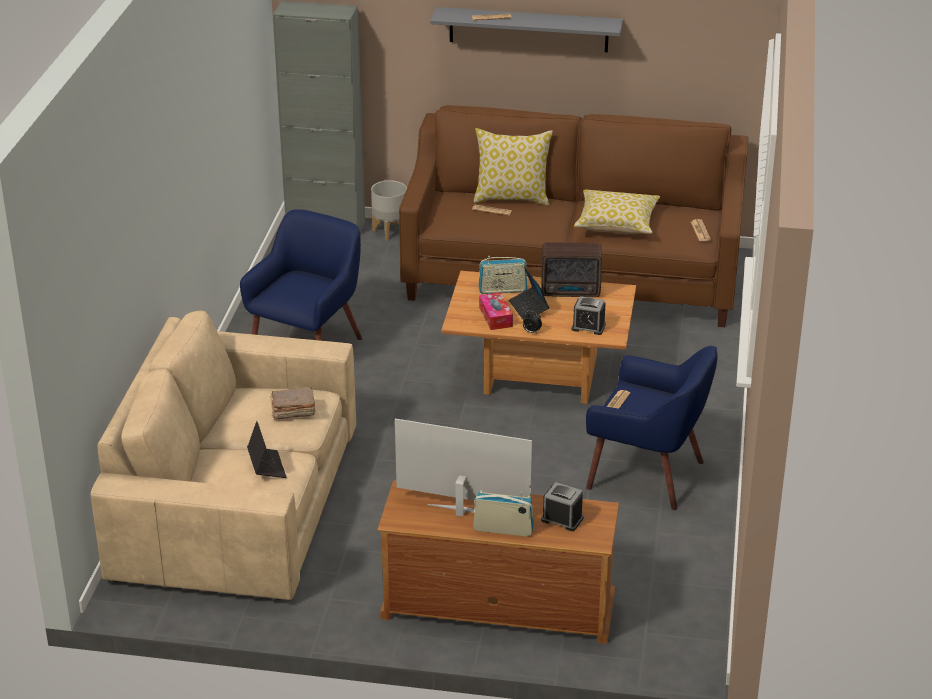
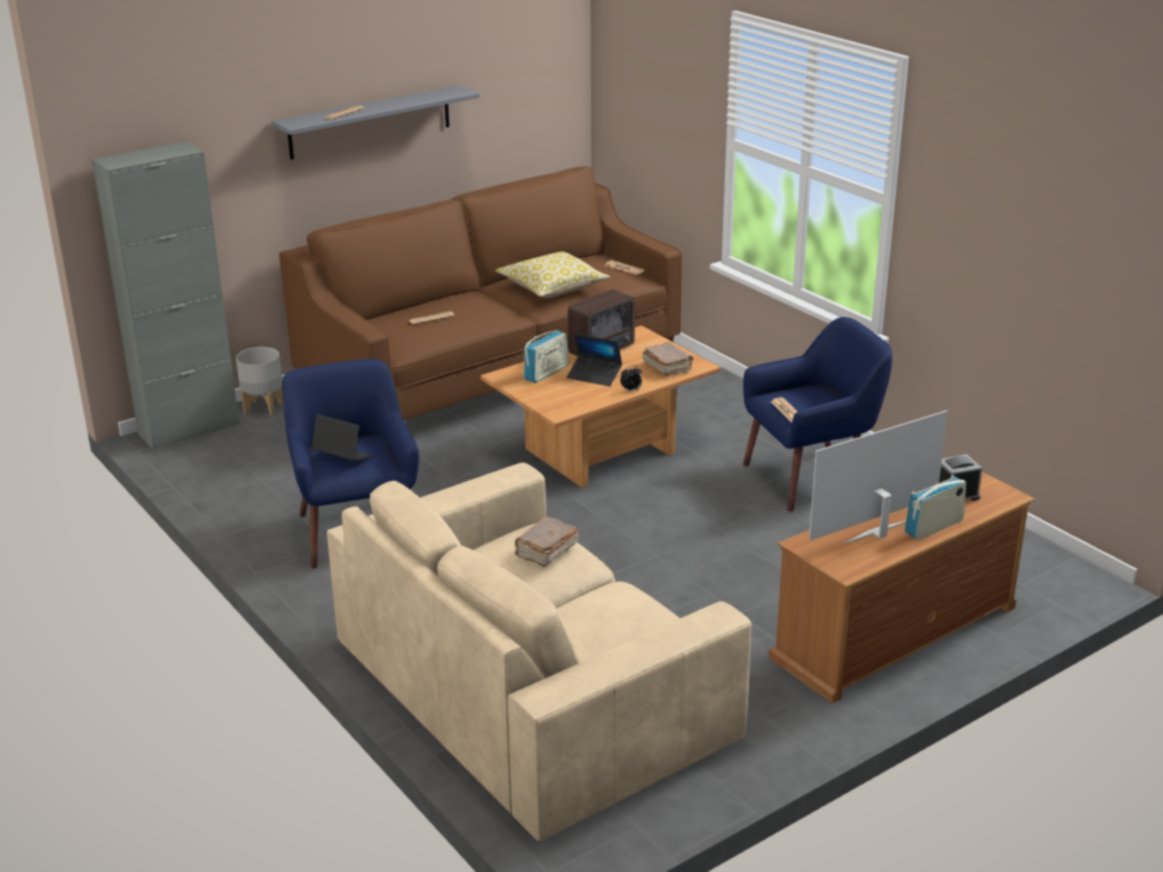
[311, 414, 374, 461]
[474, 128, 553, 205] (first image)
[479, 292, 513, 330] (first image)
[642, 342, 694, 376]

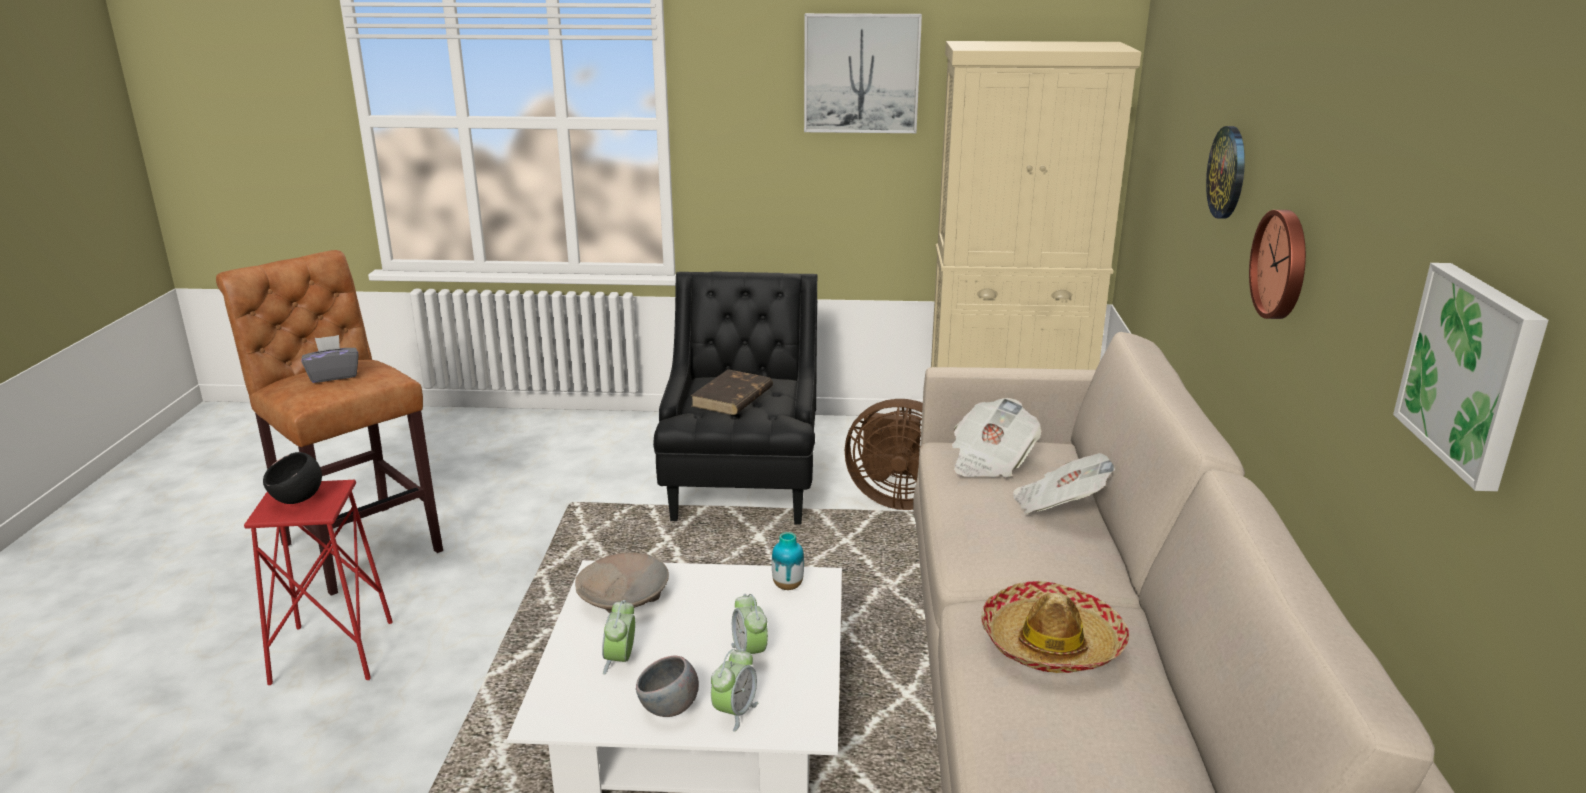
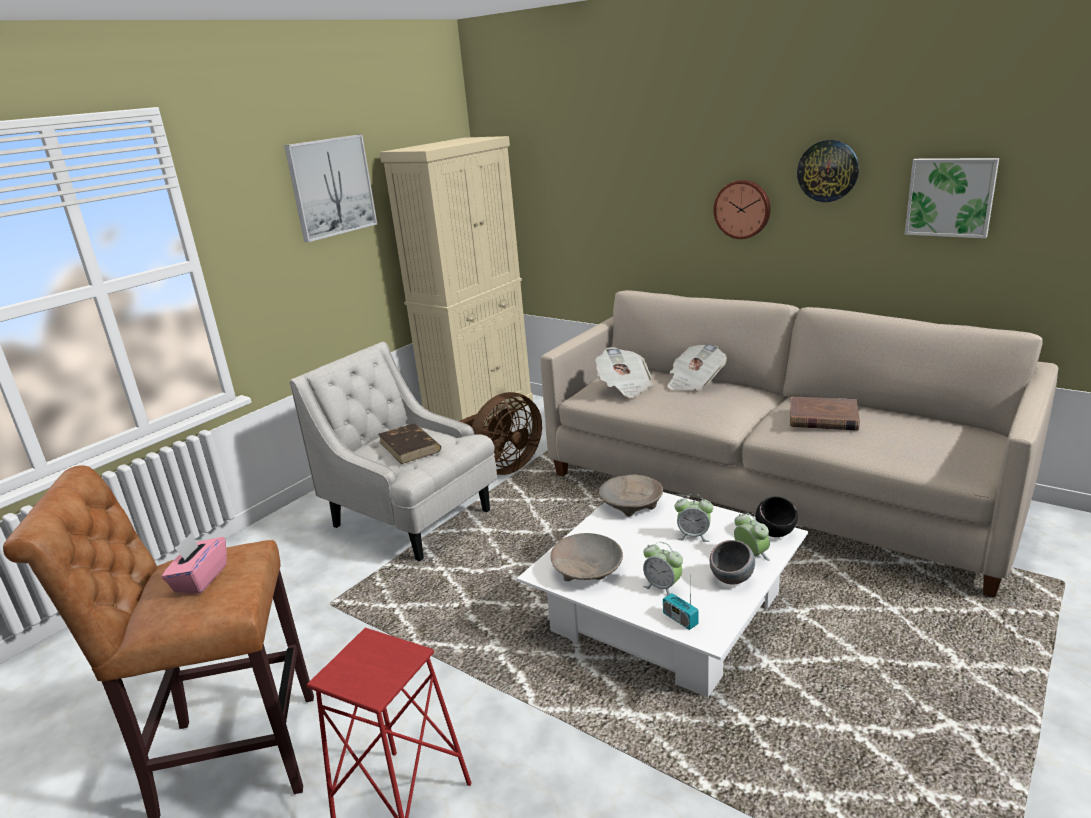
[755, 496, 798, 537]
[161, 533, 227, 594]
[290, 342, 497, 561]
[599, 474, 663, 516]
[790, 397, 860, 431]
[797, 140, 859, 202]
[663, 575, 698, 630]

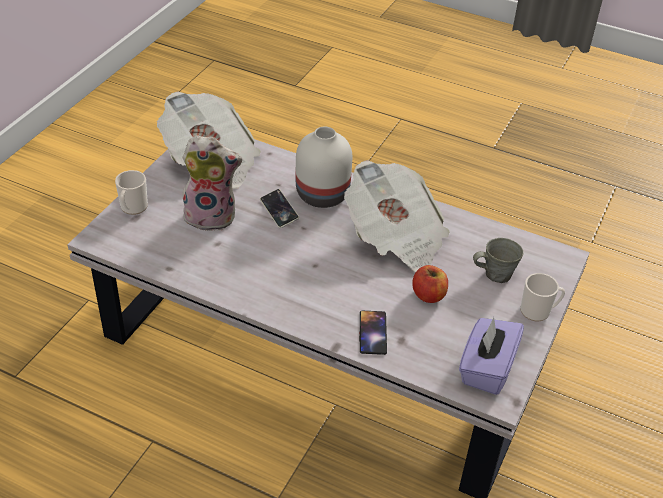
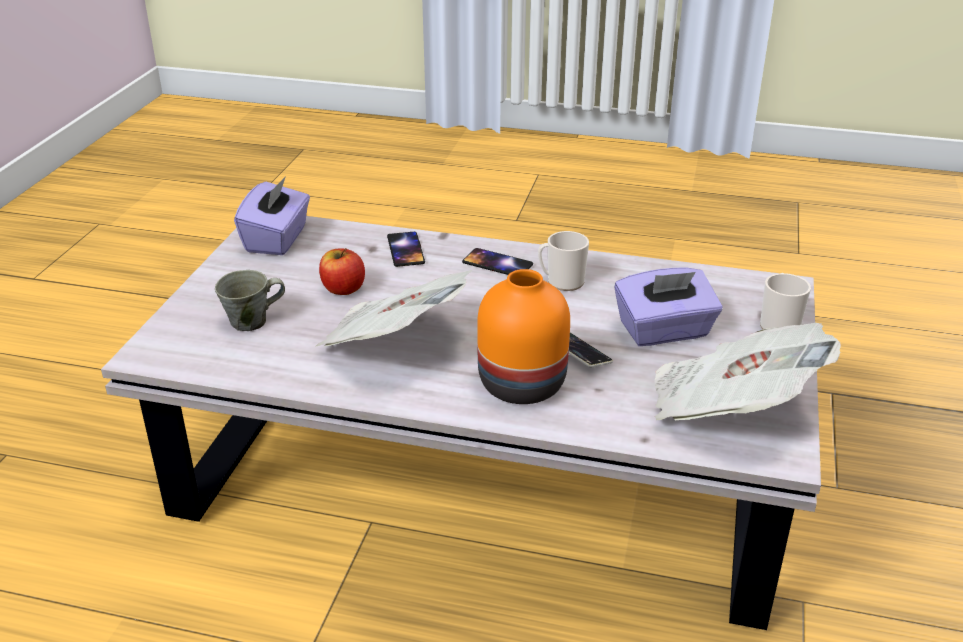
[614, 267, 722, 346]
[477, 269, 570, 404]
[538, 231, 589, 291]
[462, 248, 533, 275]

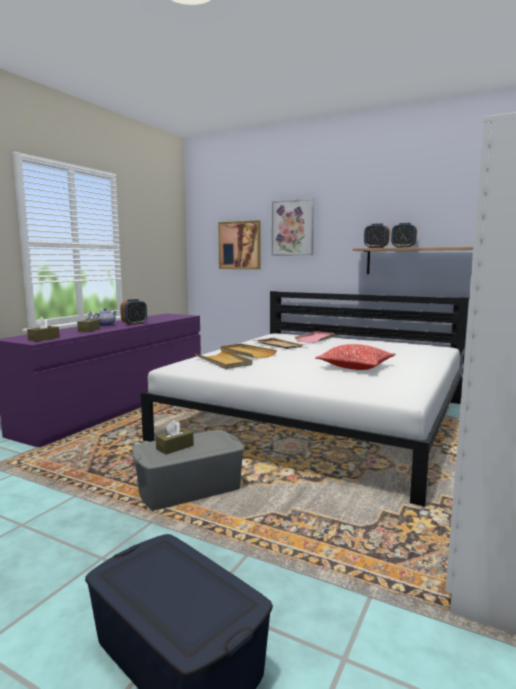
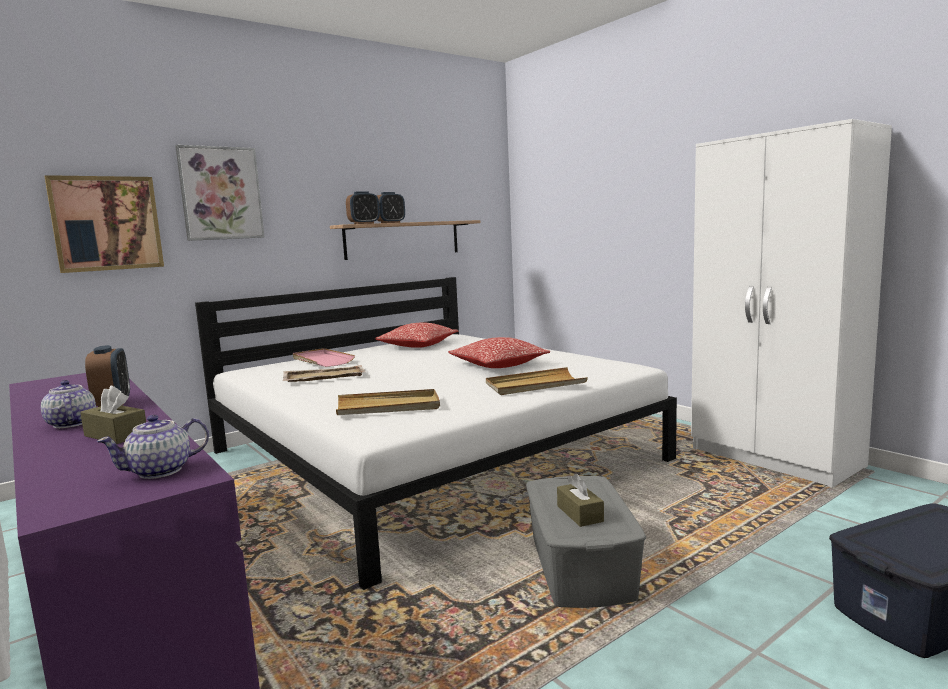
[97, 415, 209, 479]
[486, 367, 588, 395]
[374, 322, 458, 348]

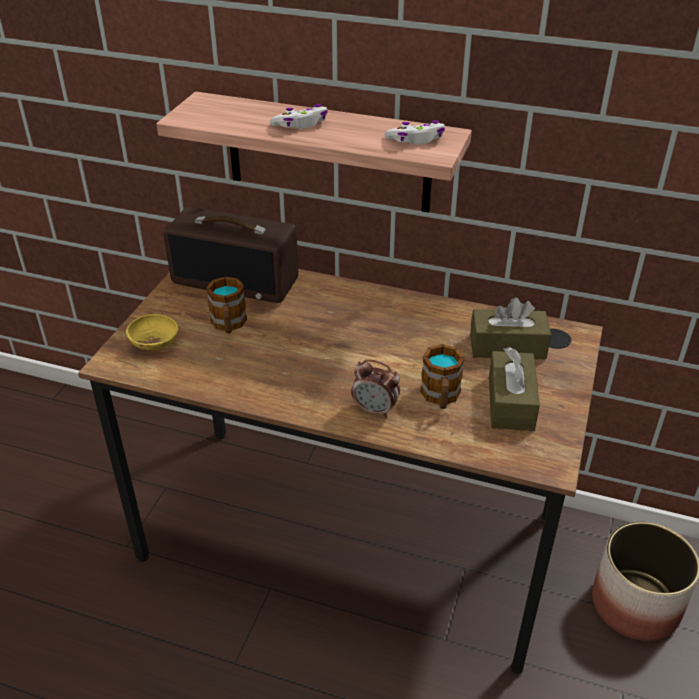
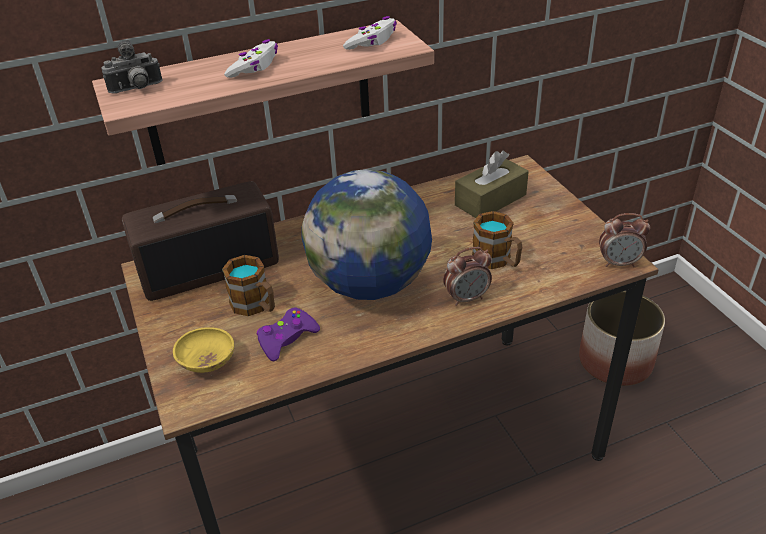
[489, 347, 540, 431] (first image)
[101, 40, 162, 94]
[256, 307, 320, 361]
[302, 169, 432, 300]
[599, 213, 650, 267]

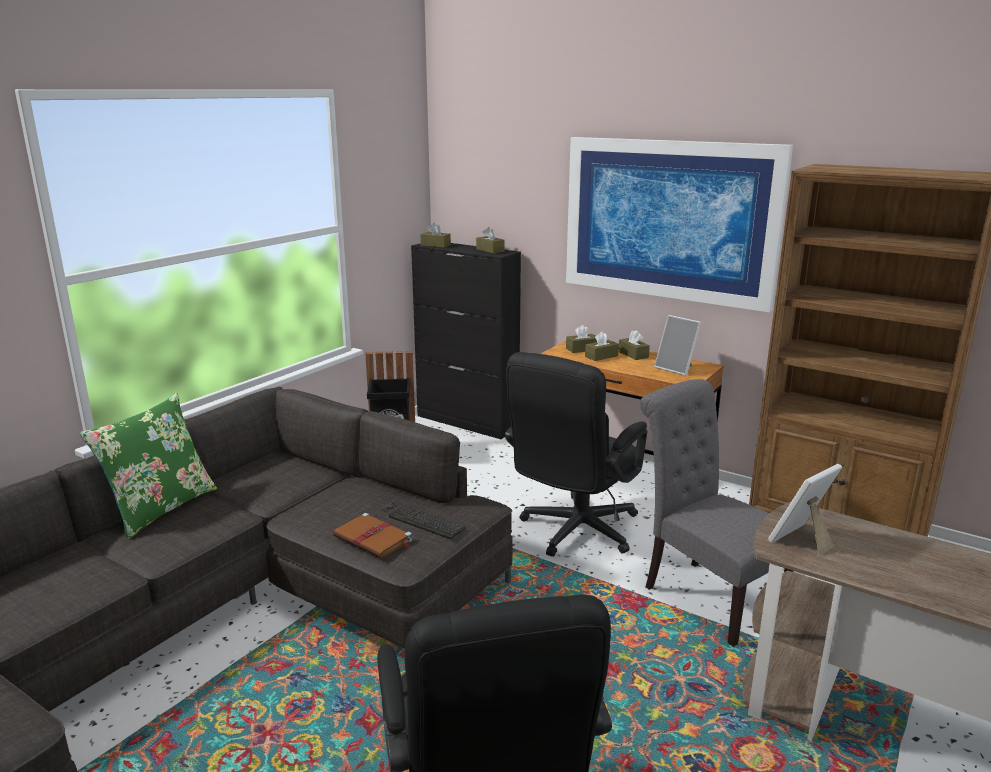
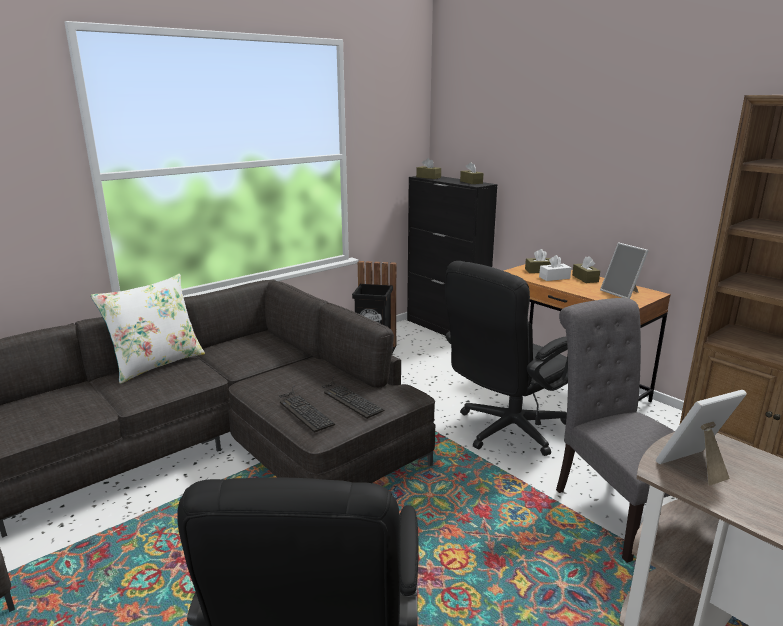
[91, 274, 205, 384]
[279, 385, 335, 433]
[566, 137, 793, 313] (first image)
[539, 255, 572, 281]

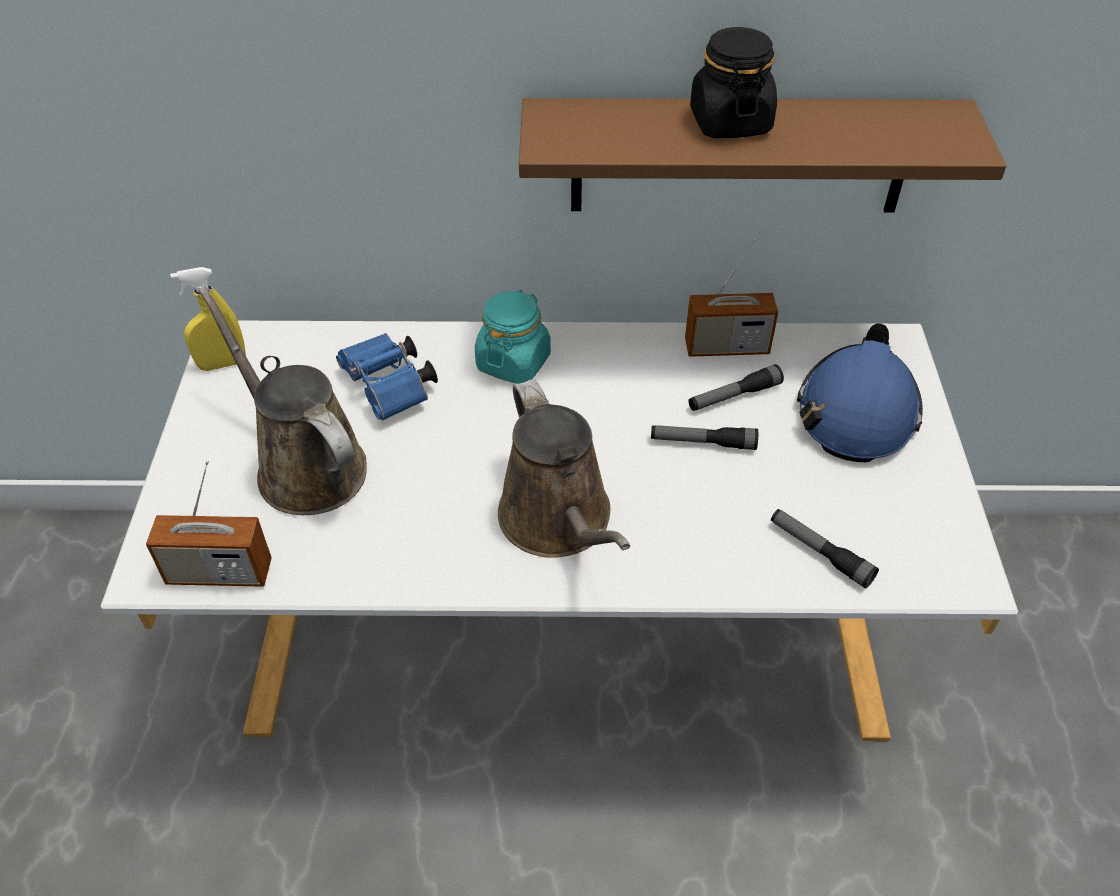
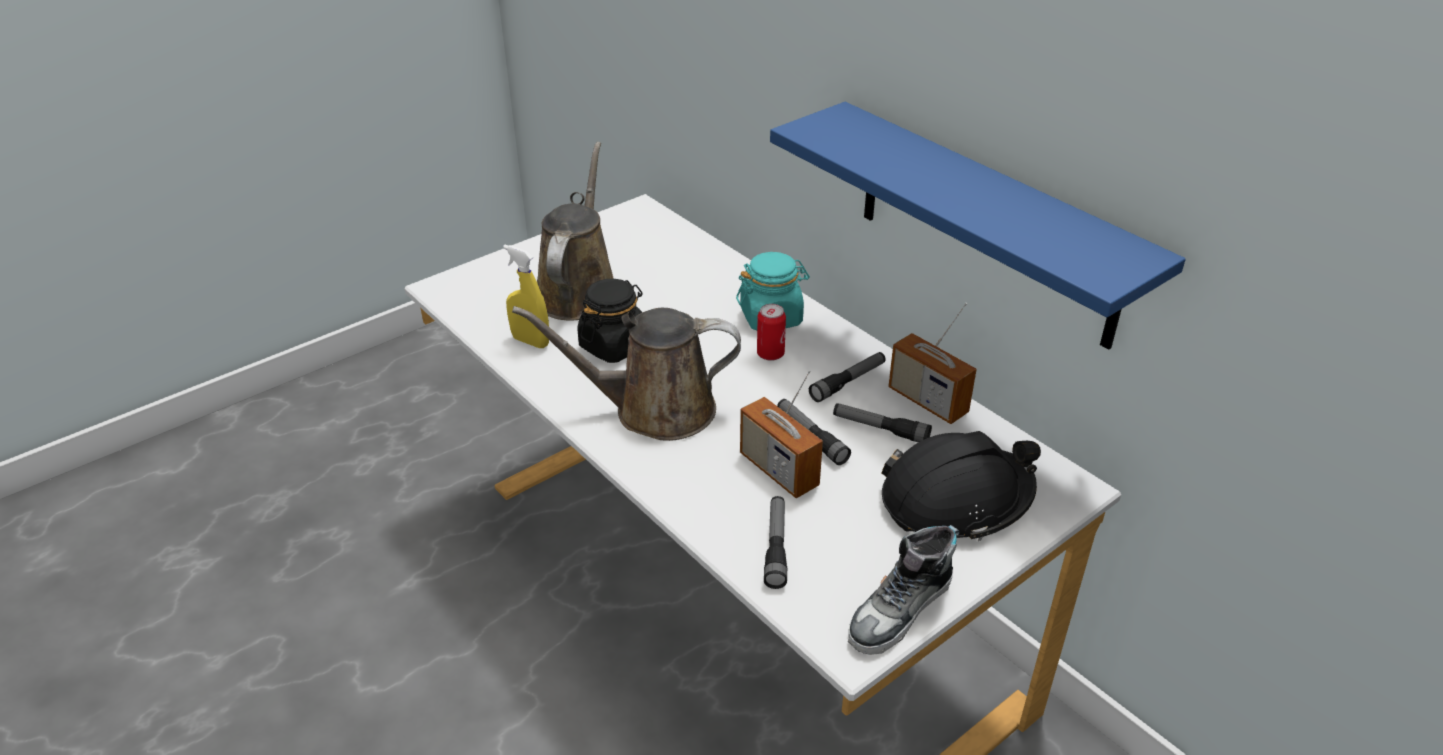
[740, 370, 823, 498]
[503, 245, 549, 348]
[336, 333, 438, 421] (first image)
[512, 306, 741, 441]
[770, 102, 1186, 350]
[577, 279, 642, 363]
[882, 431, 1041, 541]
[757, 304, 786, 361]
[809, 352, 886, 402]
[848, 525, 959, 655]

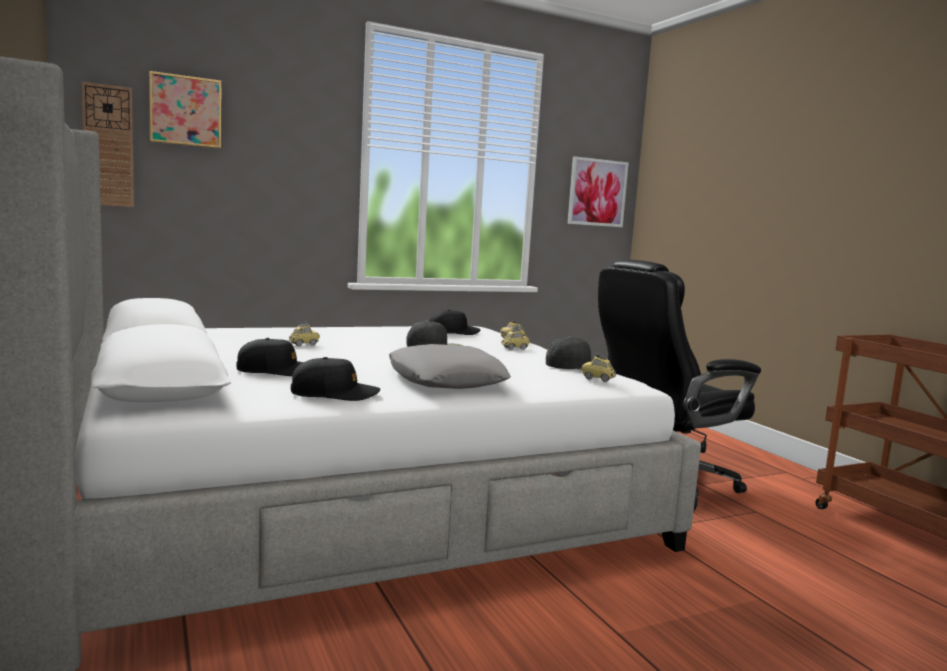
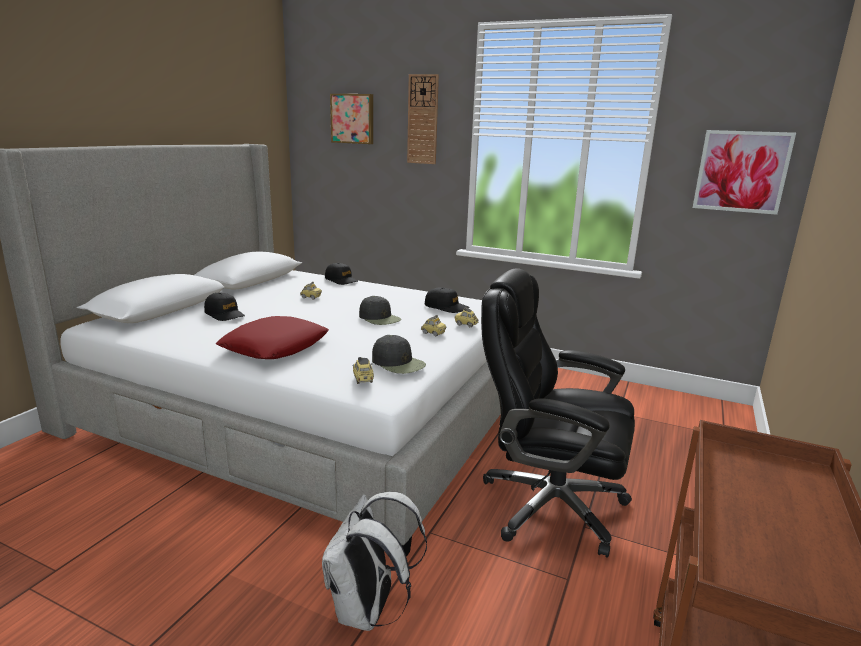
[407, 74, 439, 164]
[325, 263, 358, 285]
[215, 316, 329, 359]
[322, 492, 427, 631]

